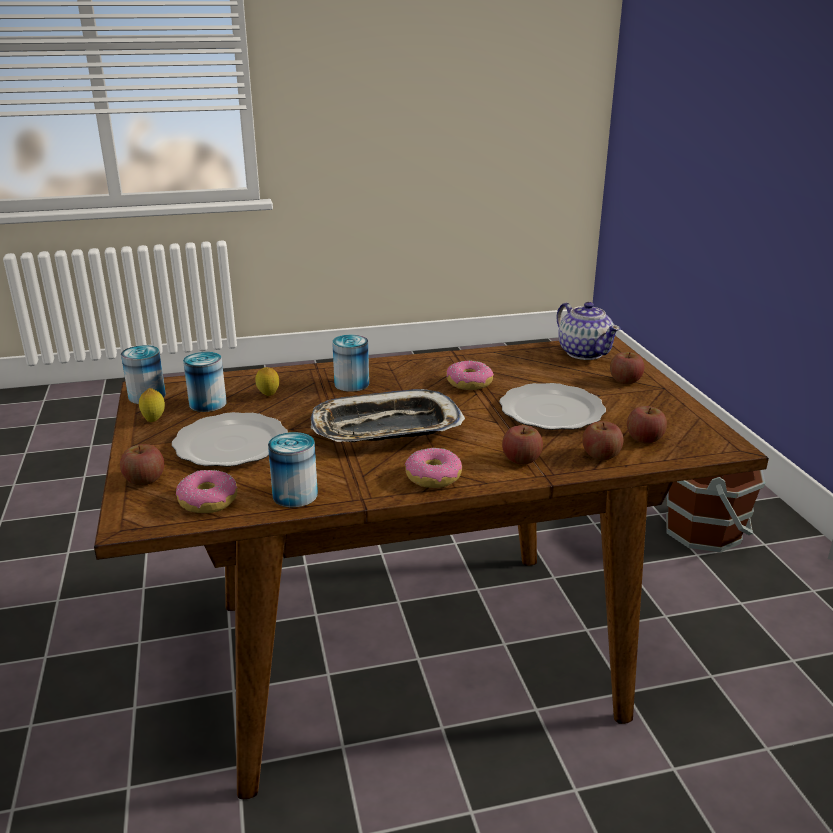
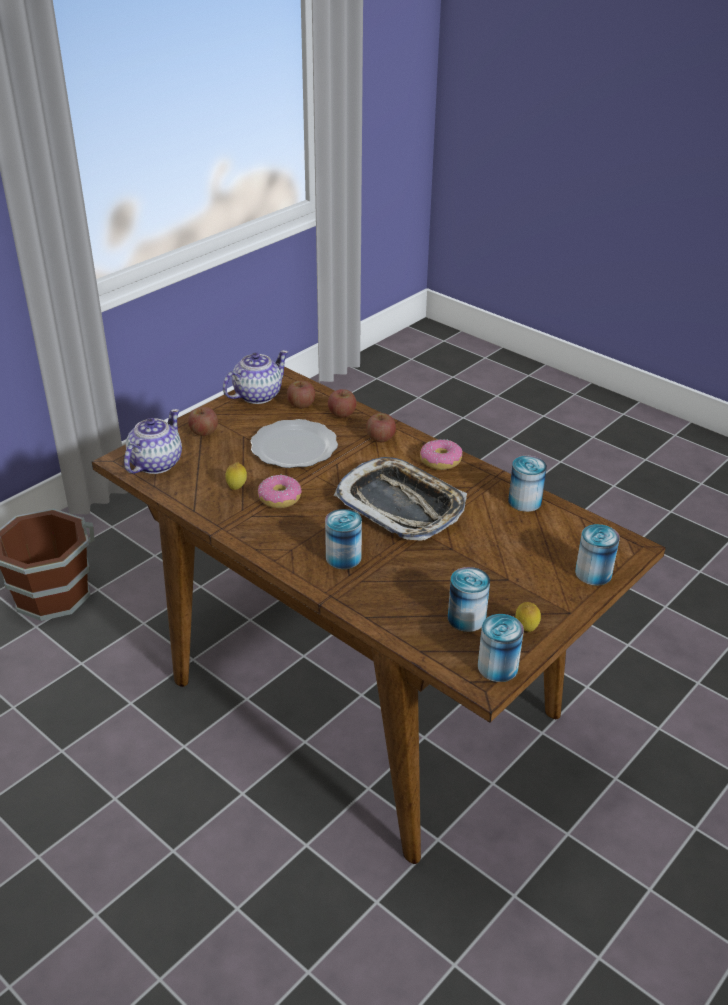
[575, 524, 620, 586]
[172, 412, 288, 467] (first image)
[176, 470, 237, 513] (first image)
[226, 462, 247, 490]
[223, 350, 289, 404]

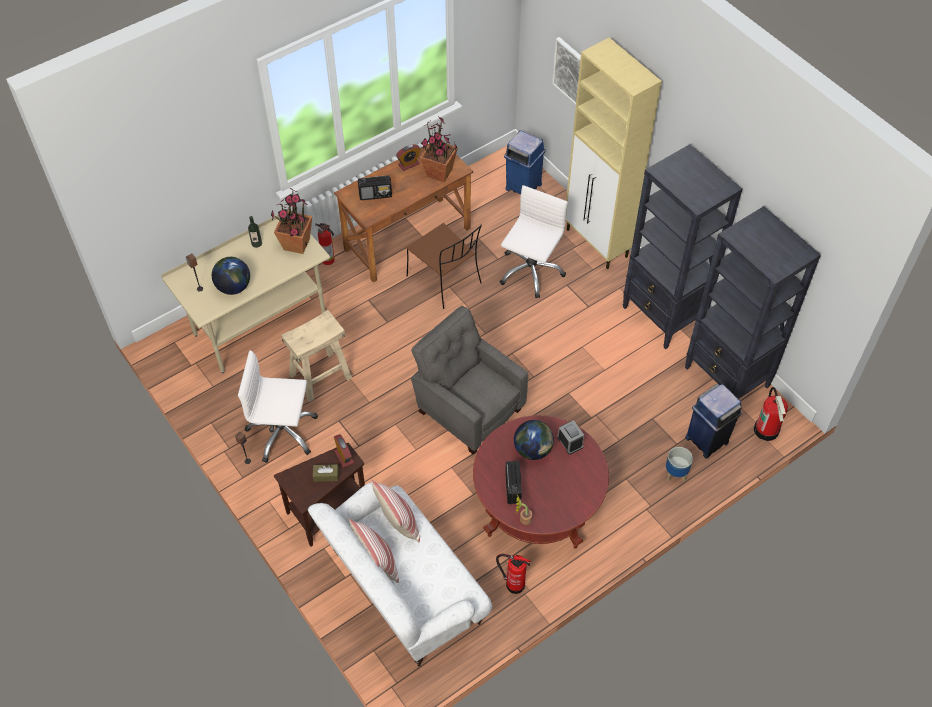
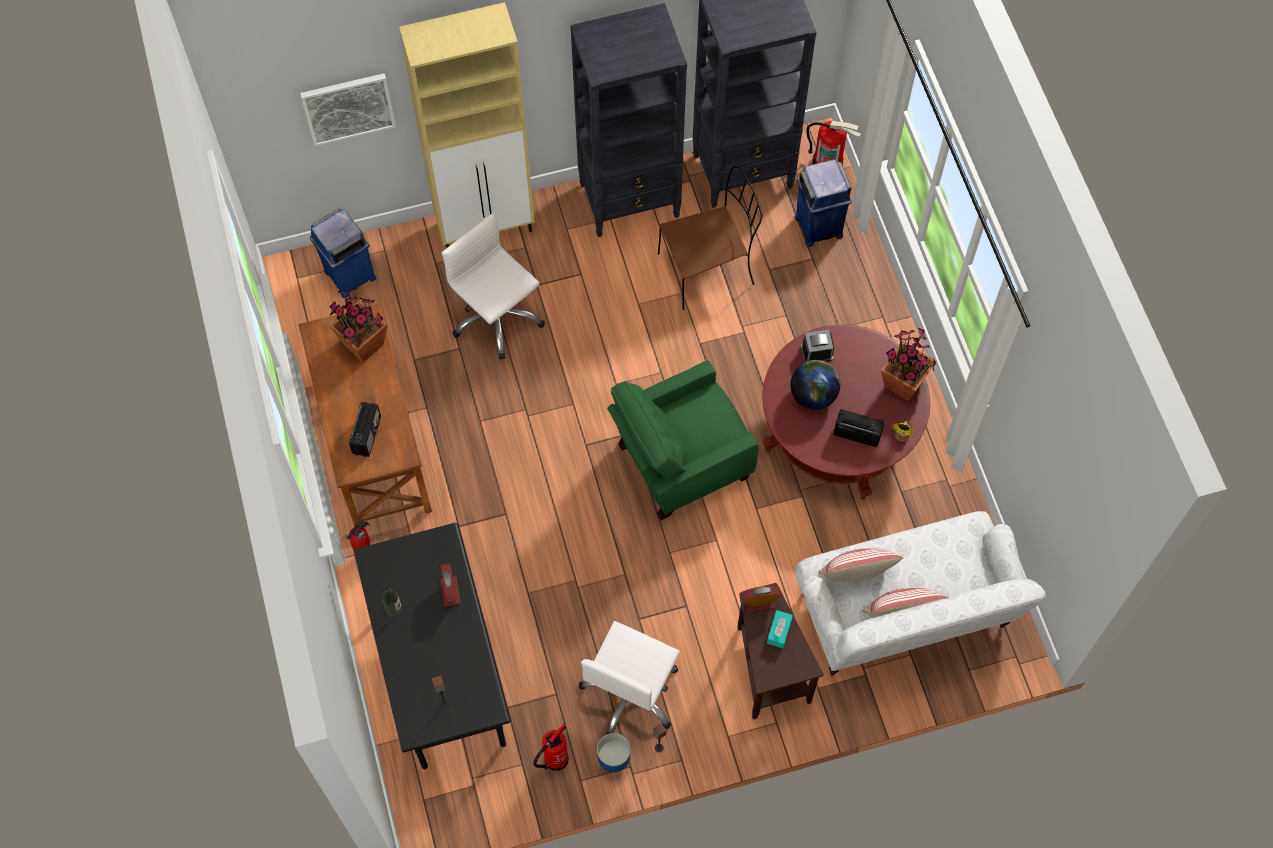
[353, 523, 511, 769]
[212, 257, 250, 295] (first image)
[881, 327, 937, 401]
[281, 310, 352, 402] (first image)
[767, 610, 793, 648]
[440, 564, 461, 607]
[658, 166, 762, 310]
[607, 361, 759, 520]
[533, 723, 569, 771]
[597, 733, 631, 777]

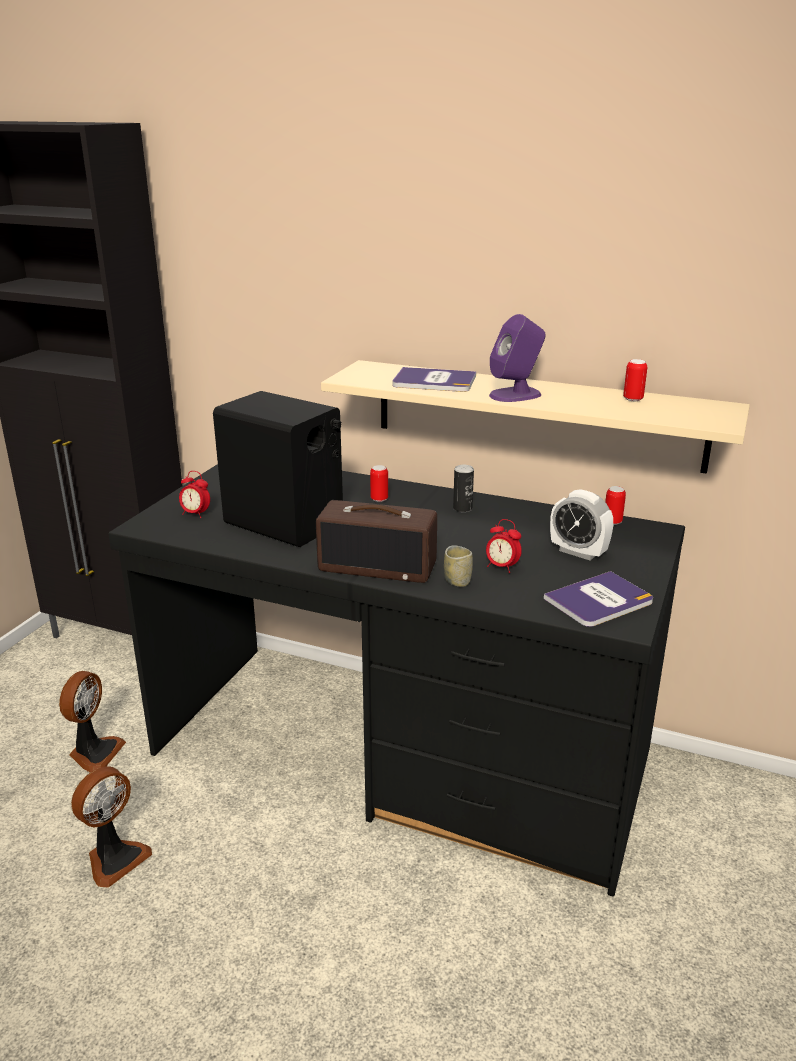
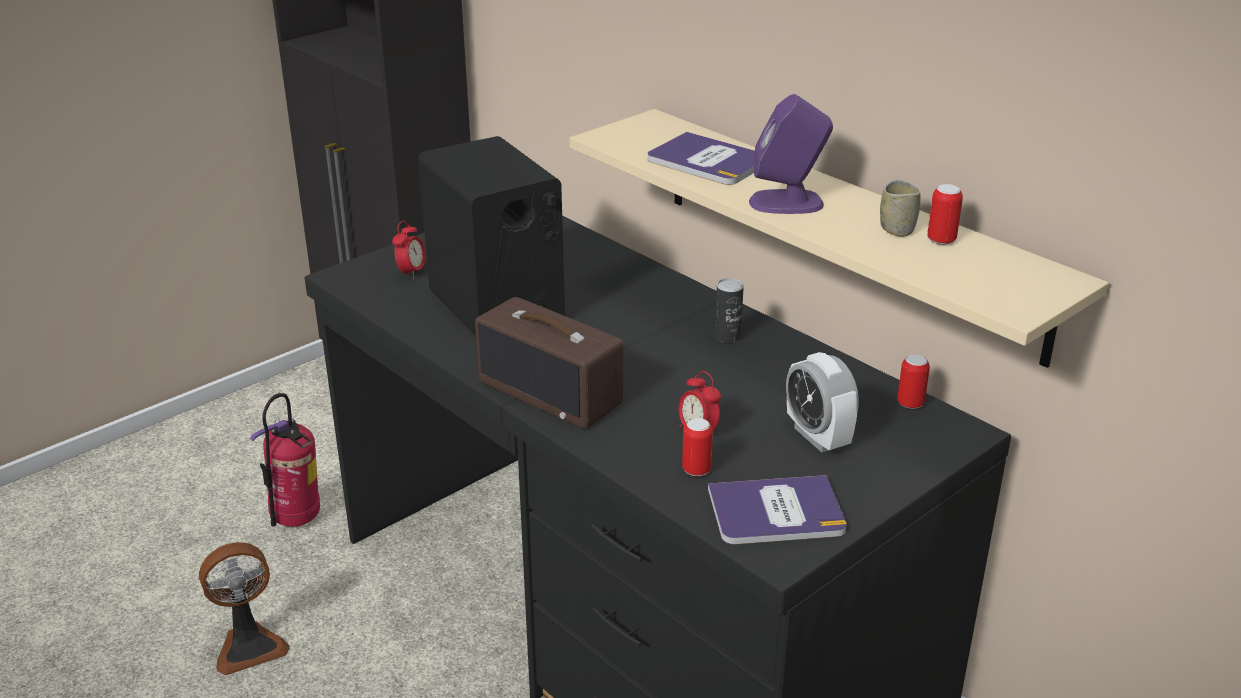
[249, 393, 320, 527]
[392, 221, 426, 280]
[682, 418, 713, 476]
[880, 180, 920, 237]

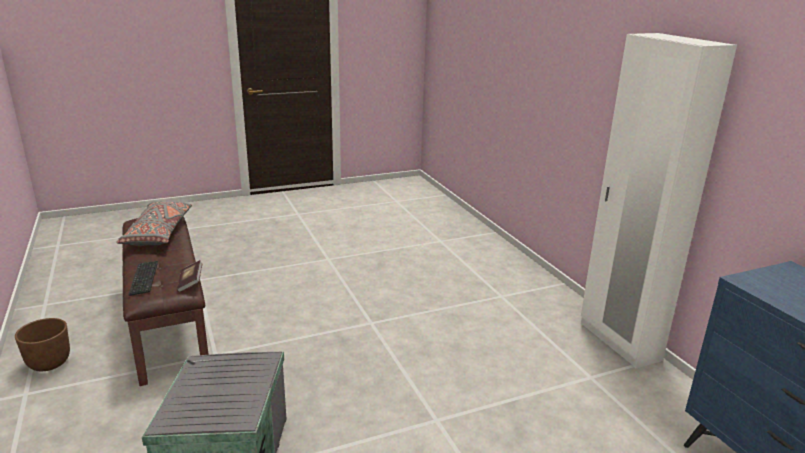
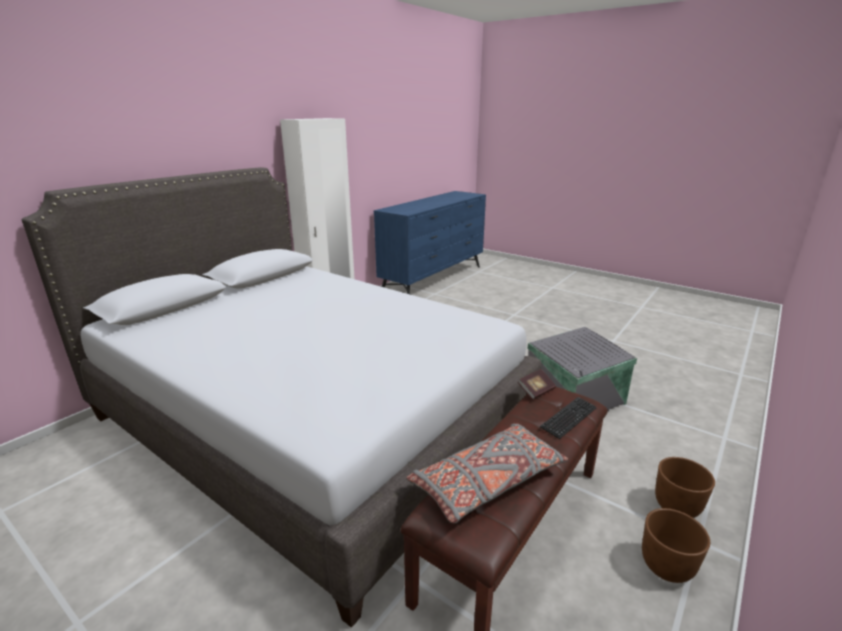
[22, 167, 541, 628]
[655, 457, 715, 518]

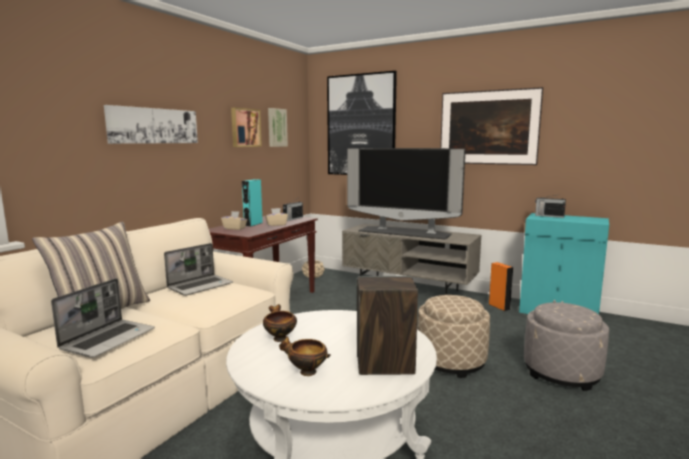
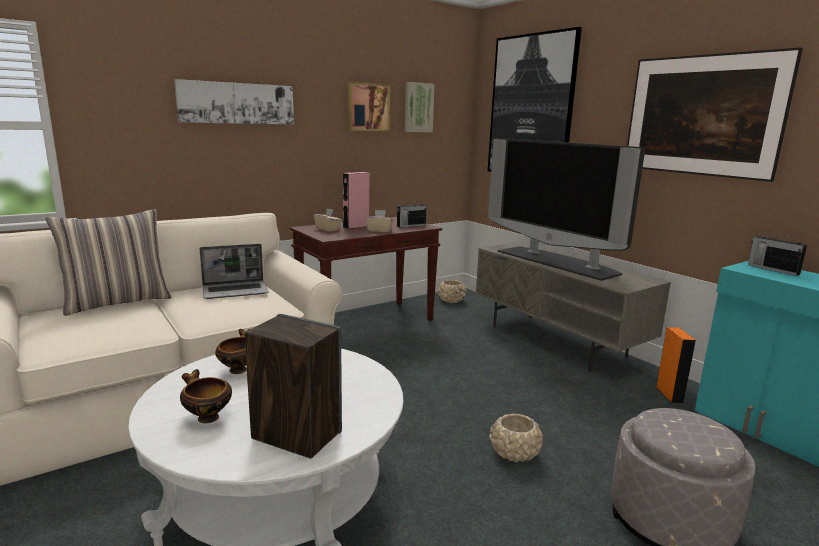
[51, 278, 155, 358] (first image)
[343, 172, 369, 229]
[490, 413, 543, 463]

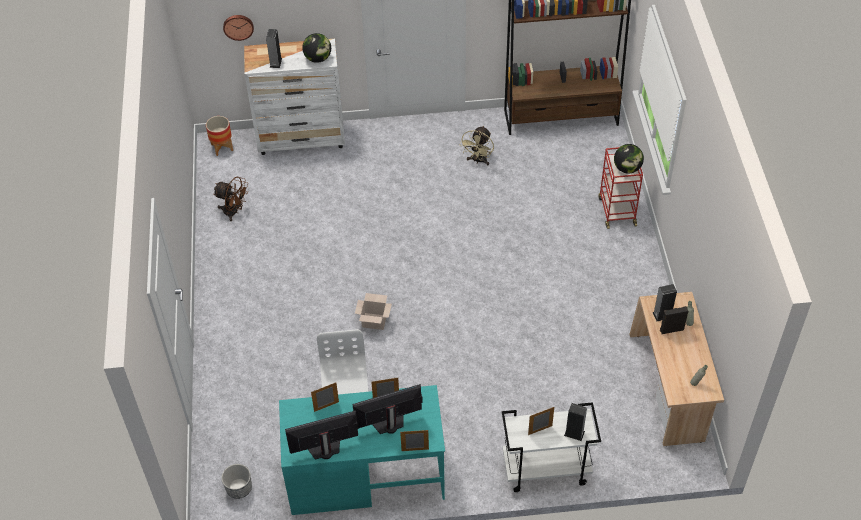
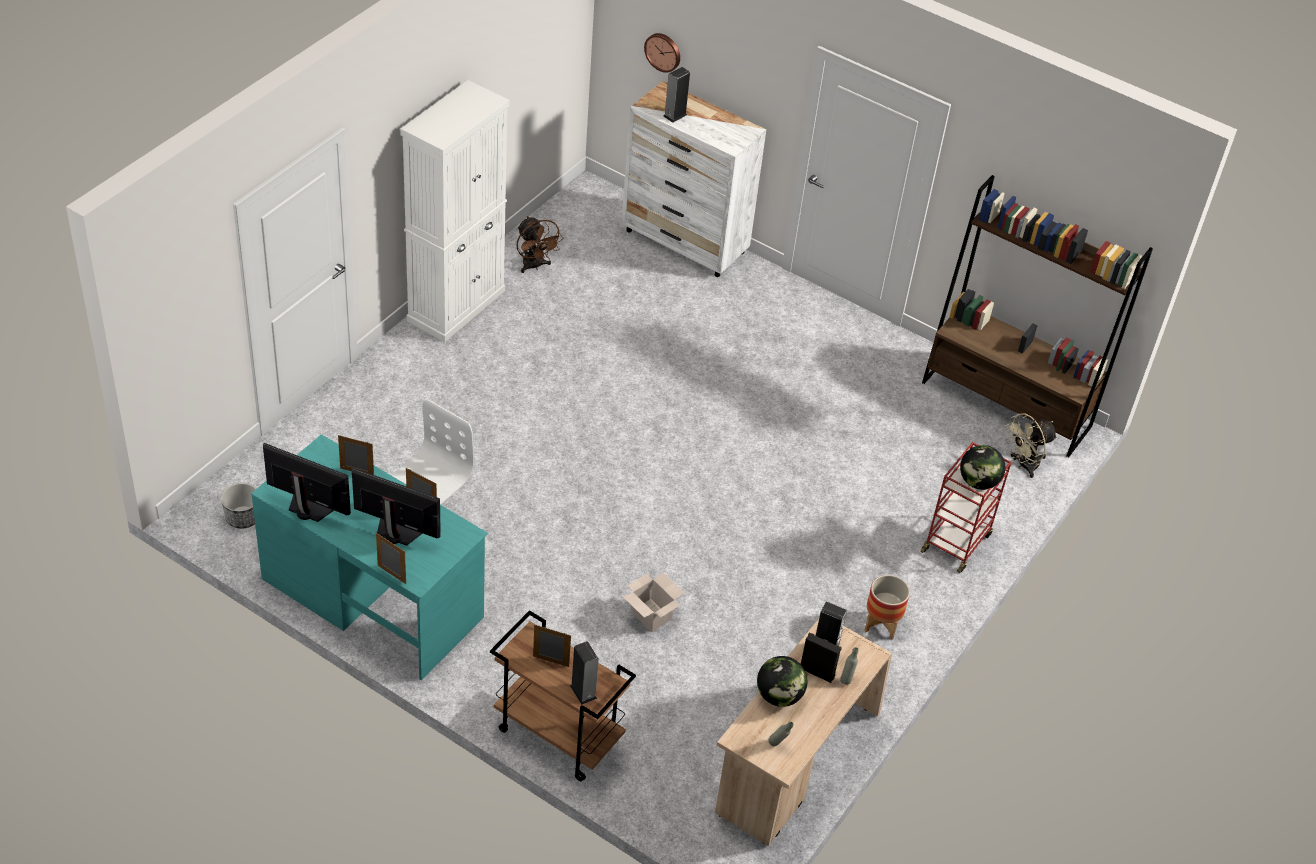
[864, 575, 910, 640]
[757, 656, 807, 707]
[623, 573, 684, 632]
[1004, 413, 1058, 478]
[490, 610, 636, 781]
[400, 80, 509, 342]

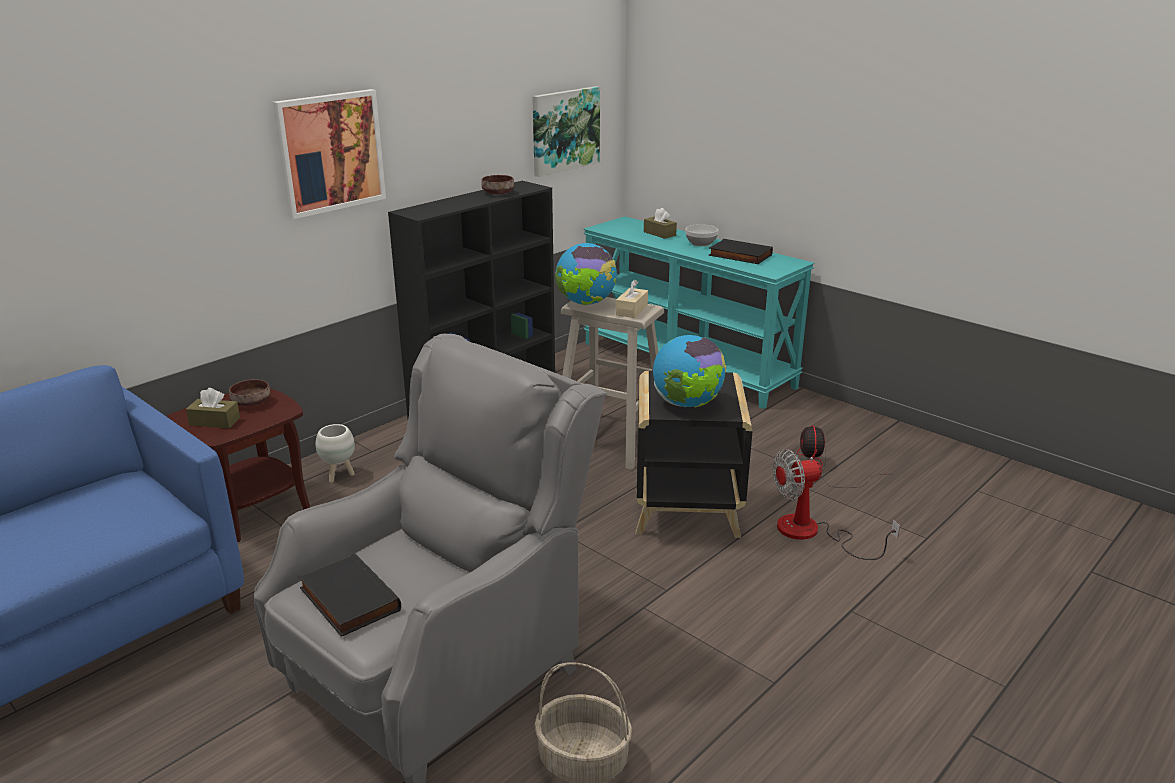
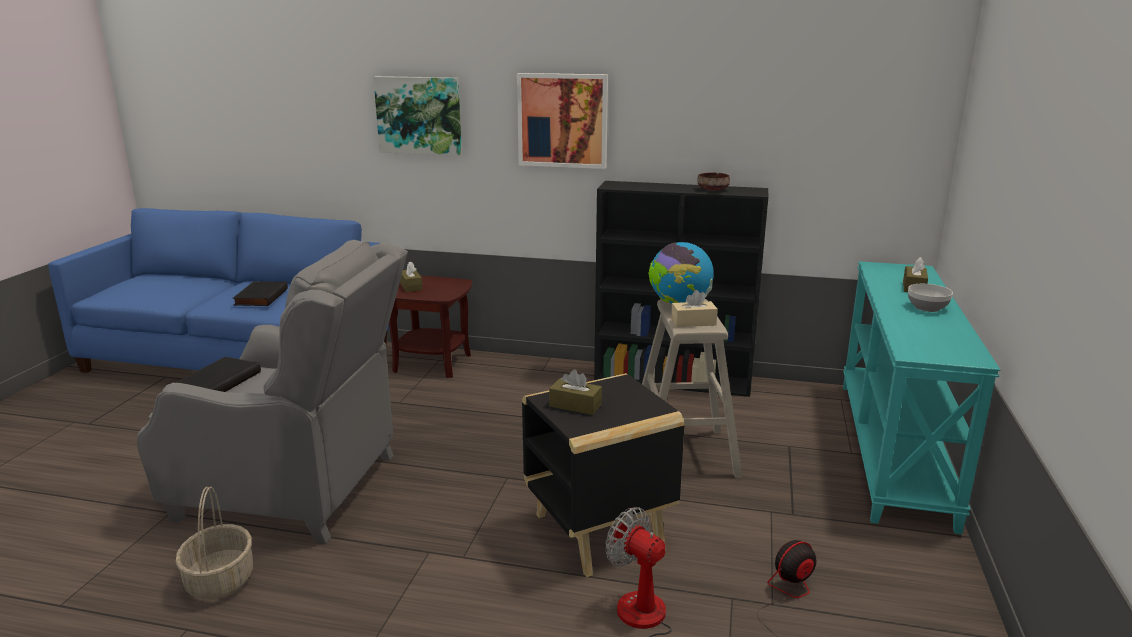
[229, 379, 270, 407] (first image)
[316, 424, 355, 483] (first image)
[373, 76, 462, 156]
[549, 370, 602, 415]
[233, 281, 288, 306]

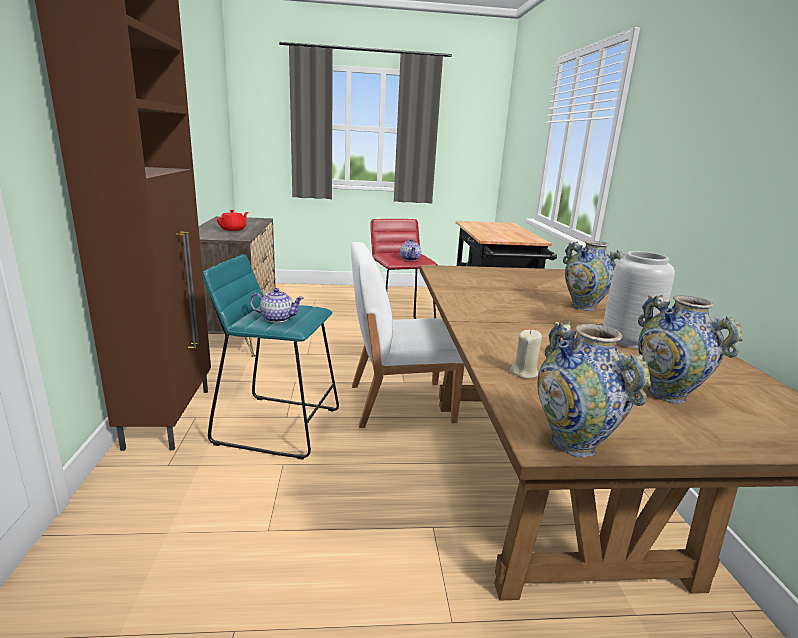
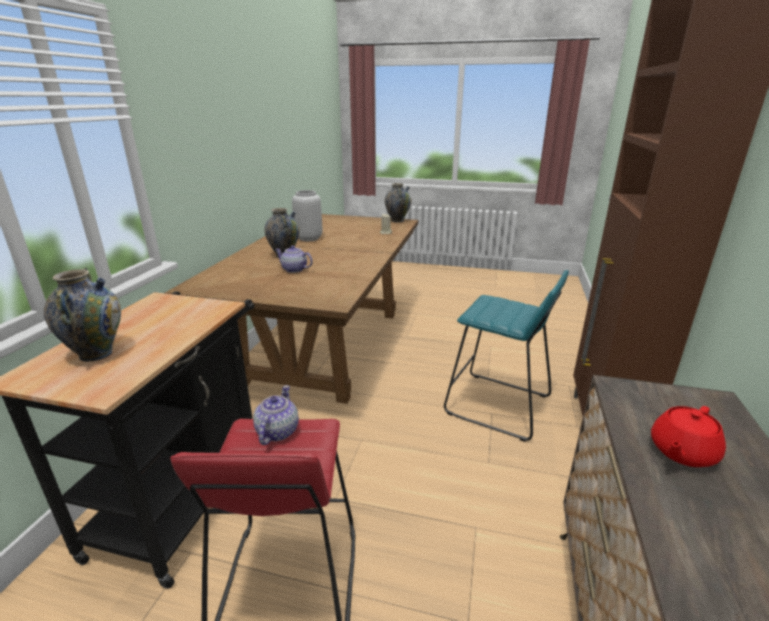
[275, 245, 313, 273]
[351, 242, 464, 428] (first image)
[44, 268, 121, 362]

